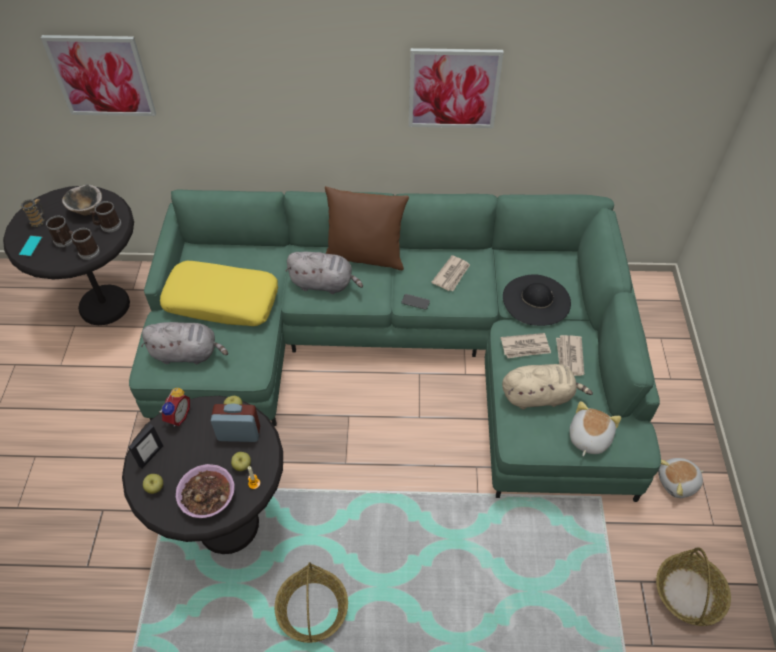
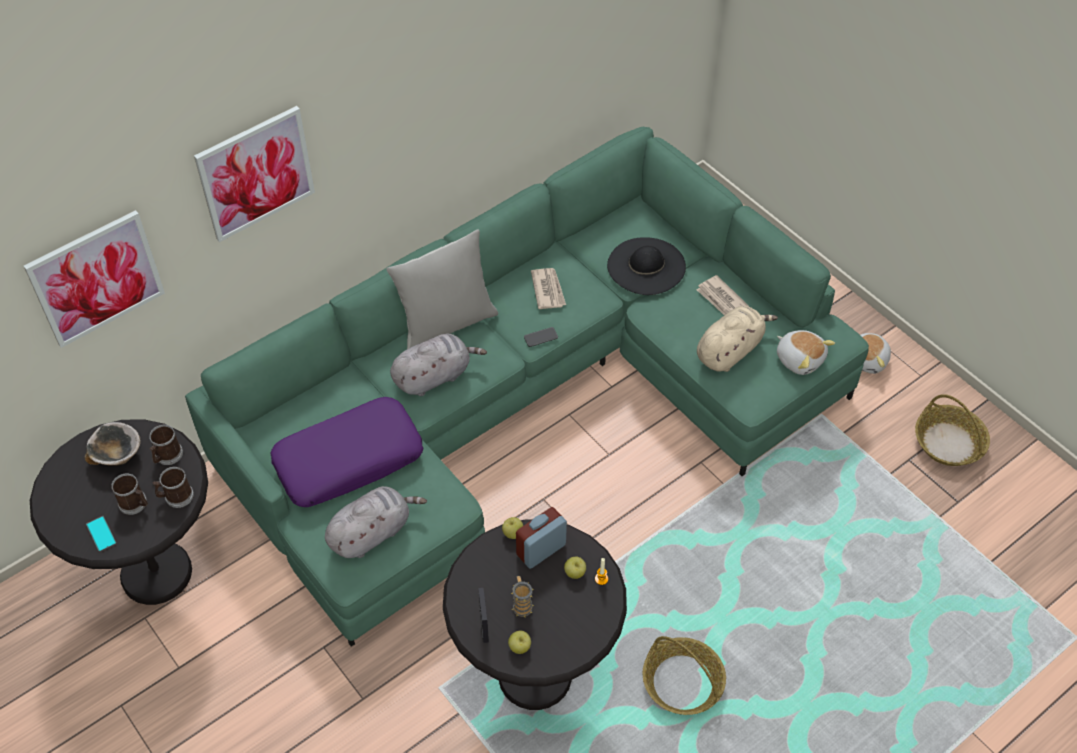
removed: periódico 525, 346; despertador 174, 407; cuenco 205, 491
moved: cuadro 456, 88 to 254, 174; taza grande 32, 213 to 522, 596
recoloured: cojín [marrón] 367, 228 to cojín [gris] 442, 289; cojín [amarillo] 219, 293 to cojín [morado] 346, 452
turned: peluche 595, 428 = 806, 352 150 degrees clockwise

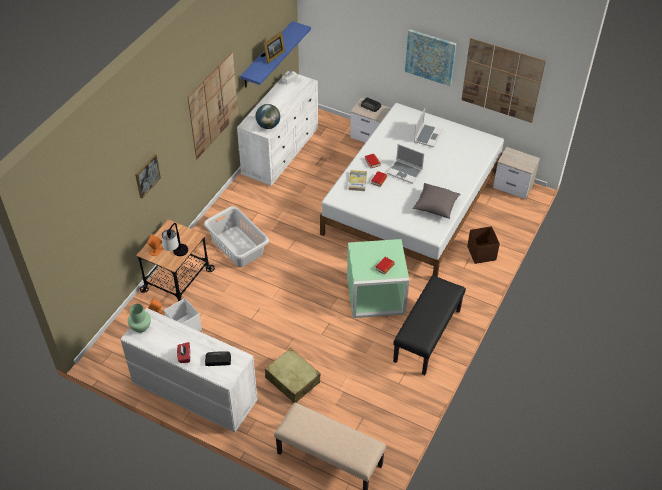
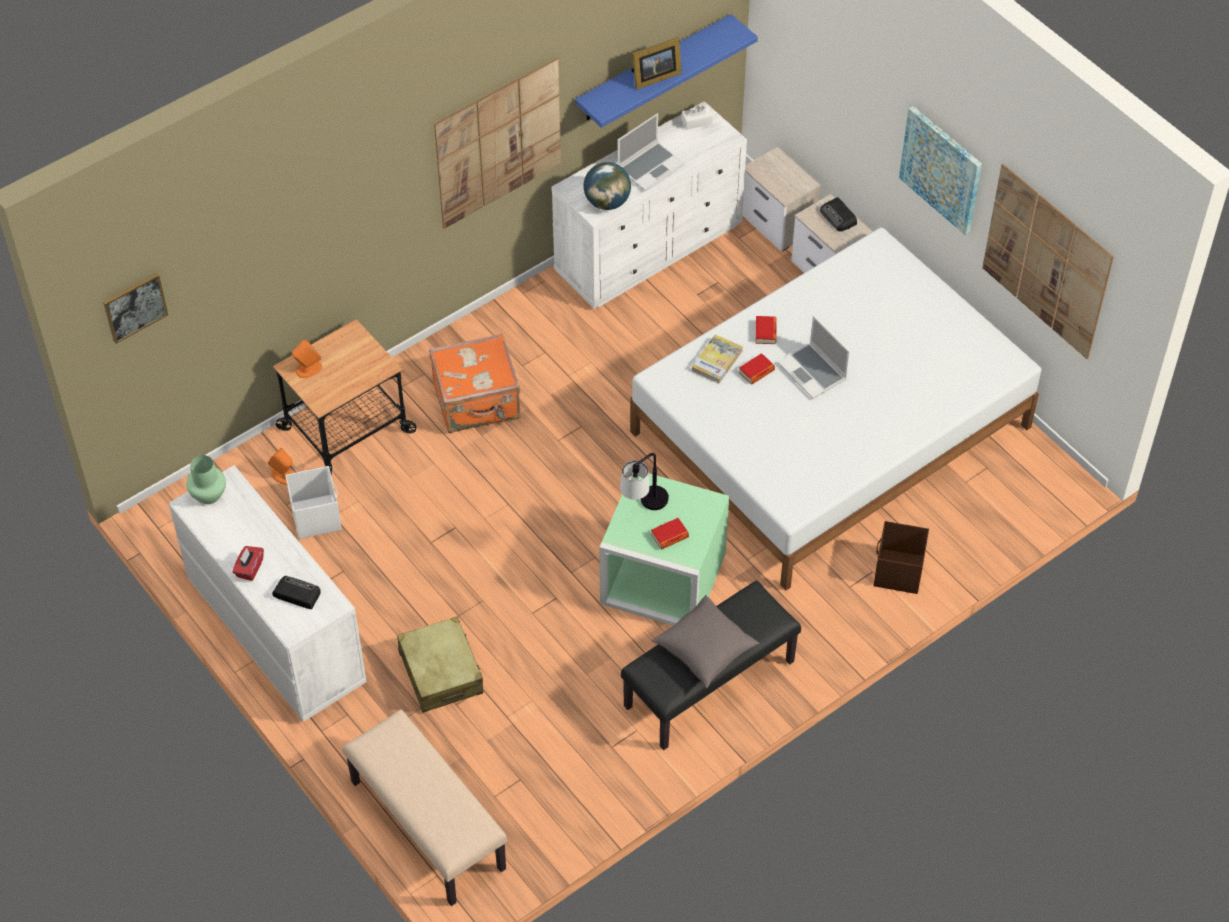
moved: portátil 428, 127 to 651, 152; mesita de noche 516, 173 to 781, 199; cuadro 148, 176 to 135, 308; cojín [gris] 436, 201 to 706, 641; lámpara de mesa 175, 239 to 644, 481
replaced: cesto de la ropa [gris] 236, 236 to maleta [naranja] 475, 383

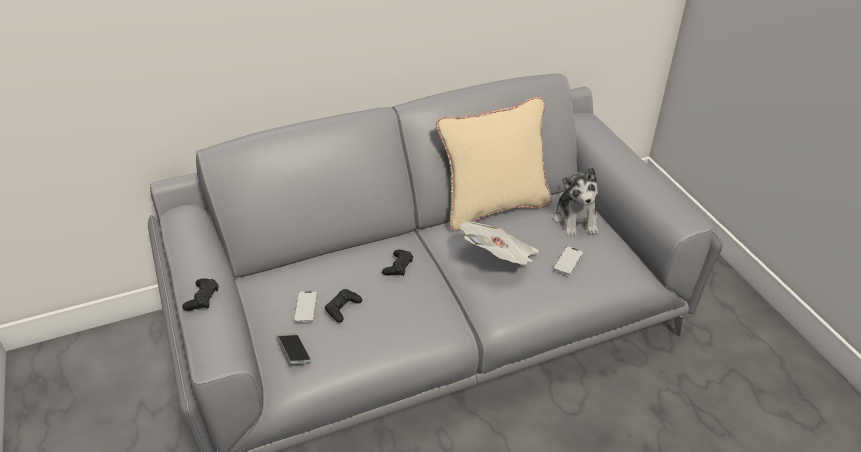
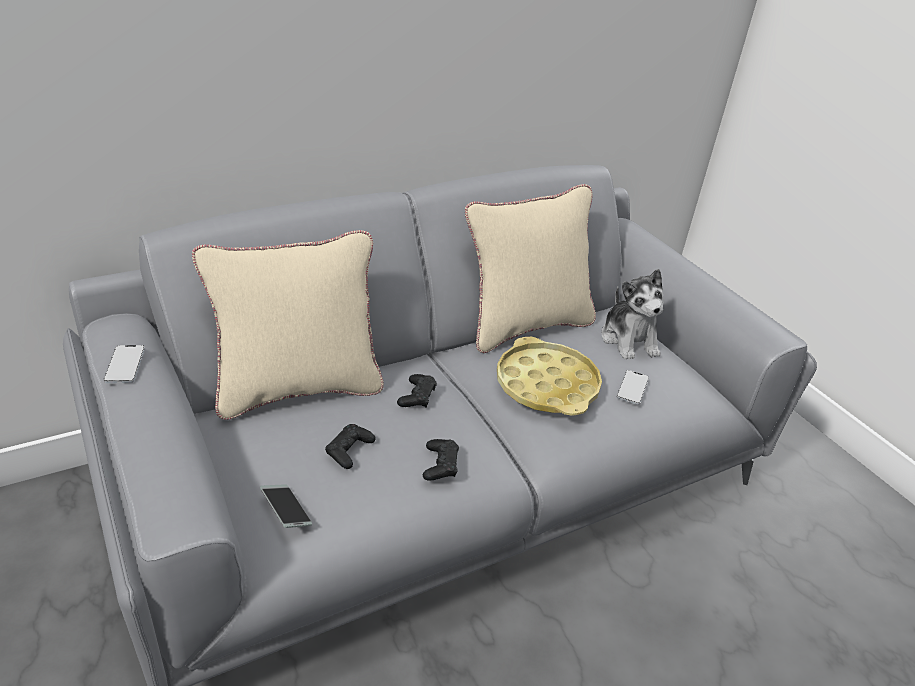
added: cojín [beis] 288, 325
moved: mando de consola [negro] 200, 294 to 441, 460; móvil 306, 307 to 124, 364
replaced: periódico 499, 243 to bandeja [amarillo] 549, 376

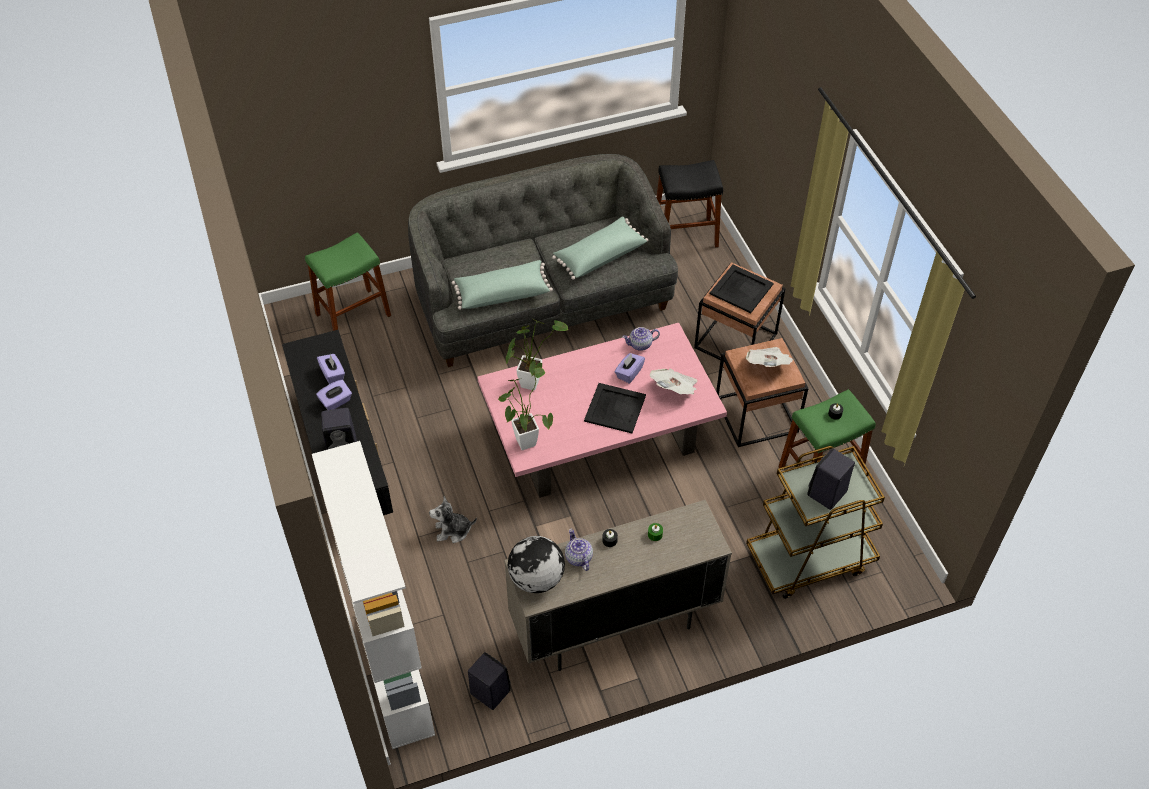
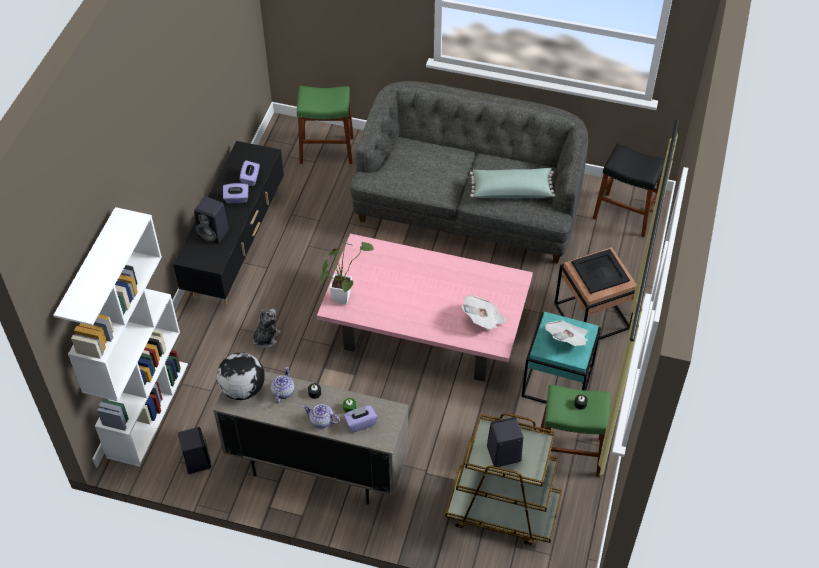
removed: cojín [verde] 502, 285; planta en maceta 537, 354; bandeja [negro] 615, 408
moved: tetera 641, 339 to 321, 416; caja de pañuelos [morado] 630, 368 to 361, 419
recoloured: mesa auxiliar [marrón] 762, 392 to mesa auxiliar [turquesa] 561, 357
turned: peluche 453, 519 = 267, 328 90 degrees clockwise

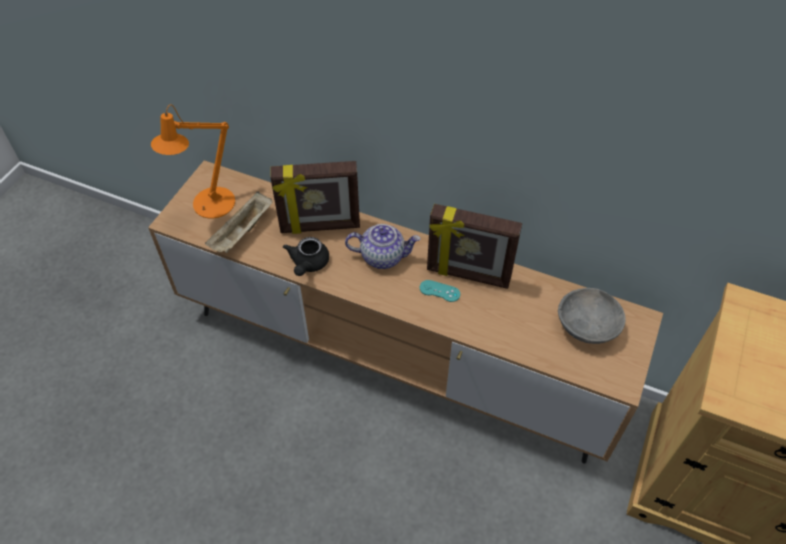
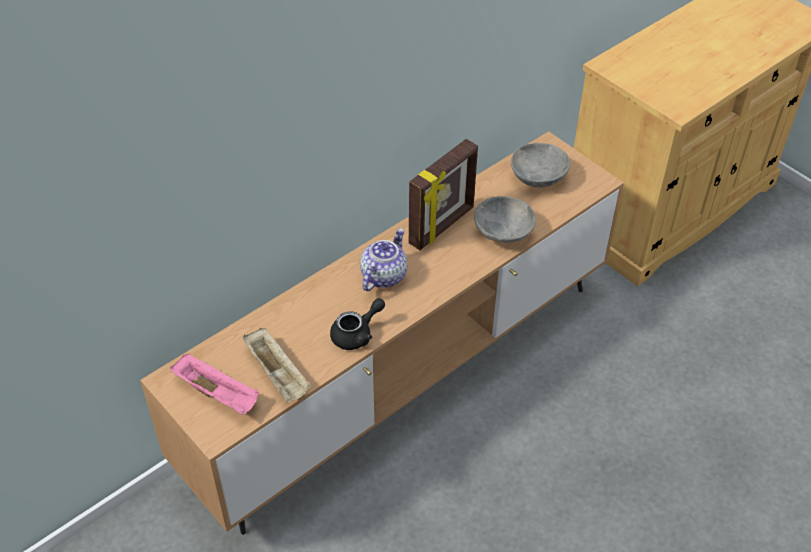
removed: portarretratos 315, 197; mando de consola [turquesa] 440, 291
added: cuenco [gris] 505, 219
replaced: lámpara de mesa [naranja] 193, 161 to bandeja [rosa] 214, 384
turned: tetera [negro] 306, 256 = 357, 324 75 degrees counterclockwise

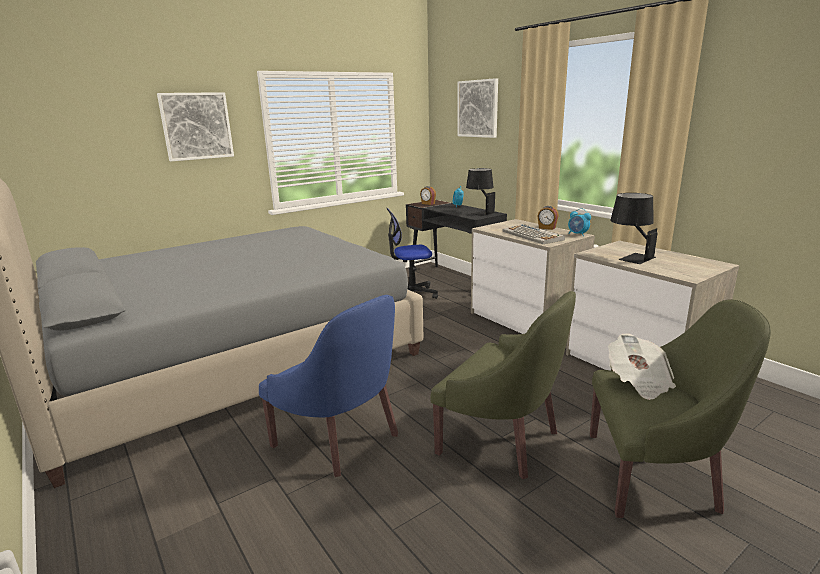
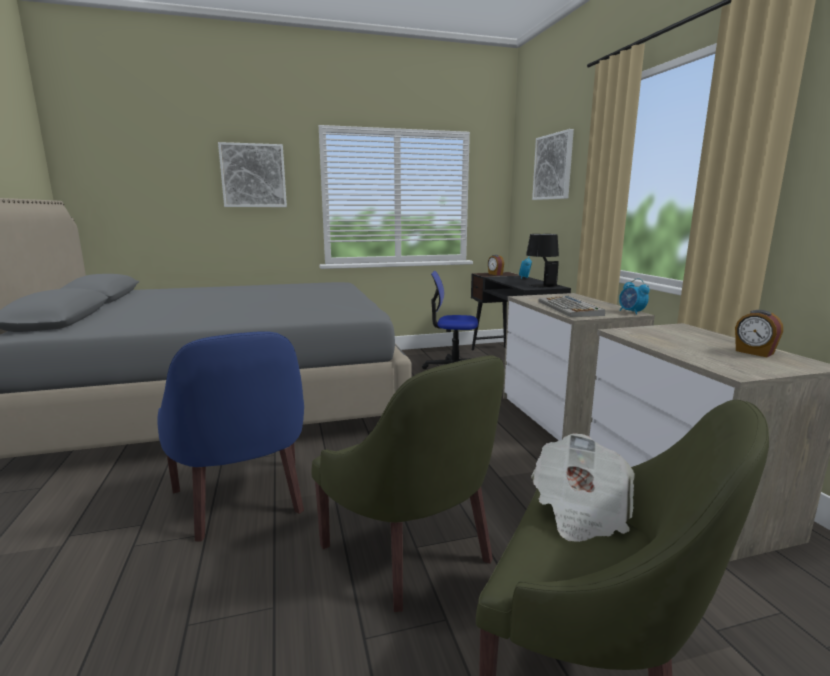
removed: lámpara de mesa [negro] 634, 228
moved: despertador 548, 218 to 759, 333

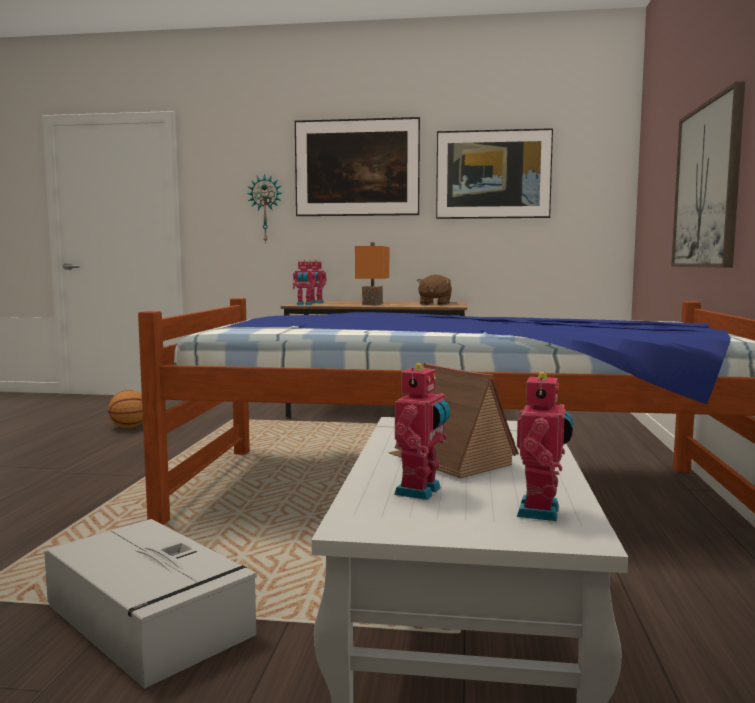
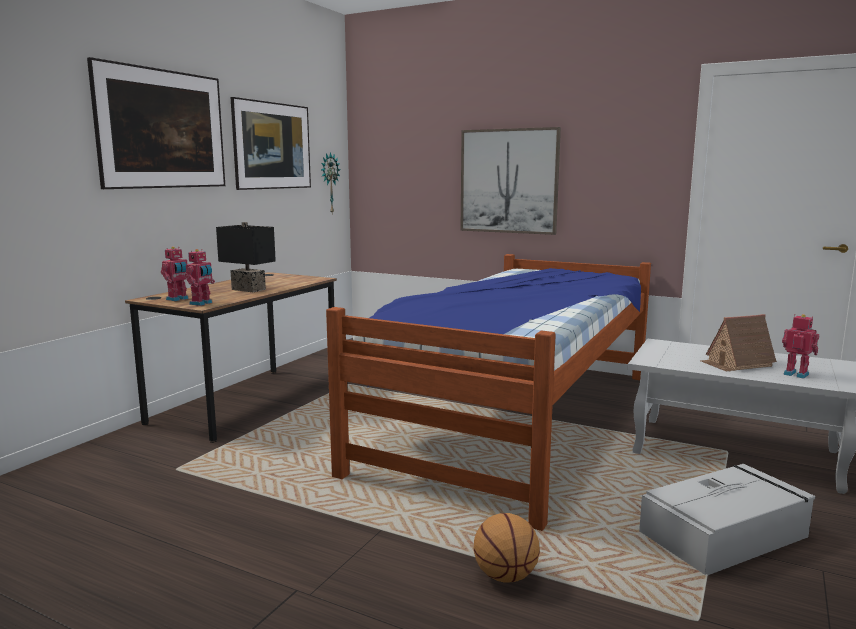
removed: peluche [marrón] 434, 289; robot de juguete 545, 446
moved: reloj de pared 264, 209 to 330, 182; balón de baloncesto 125, 409 to 507, 548
recoloured: lámpara de mesa [naranja] 372, 273 to lámpara de mesa [negro] 246, 257

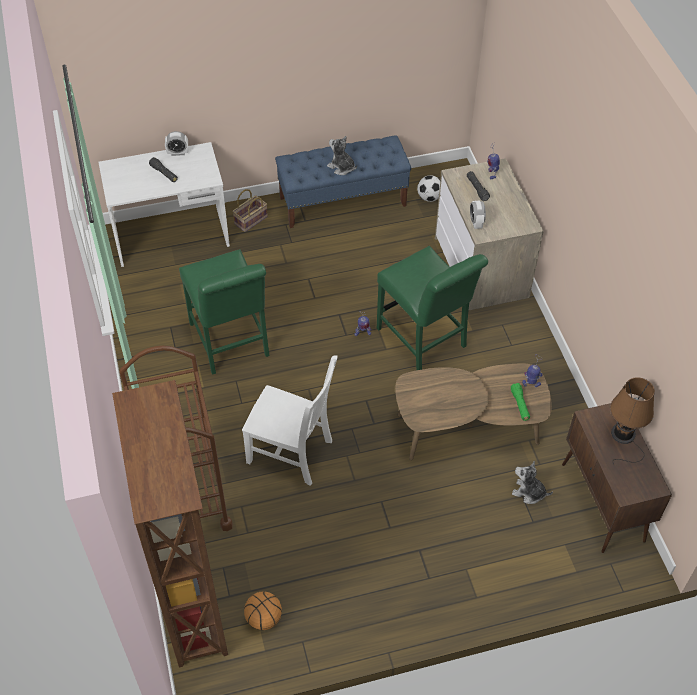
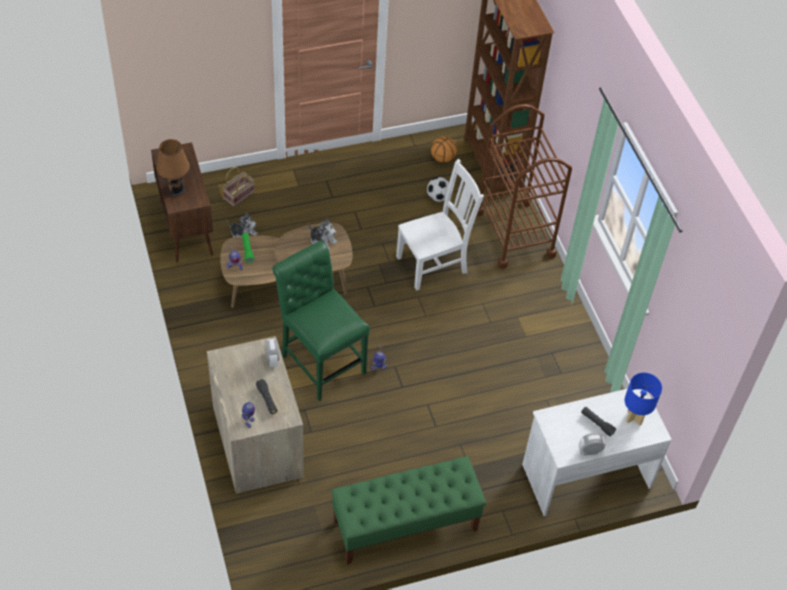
removed: silla [verde] 224, 312
added: lámpara de mesa [azul] 643, 399
moved: peluche 342, 155 to 323, 234; balón de fútbol 429, 188 to 438, 189; cesta 250, 210 to 238, 186
recoloured: banco [azul] 343, 181 to banco [verde] 408, 510
turned: silla [blanco] 290, 420 = 440, 225 135 degrees clockwise

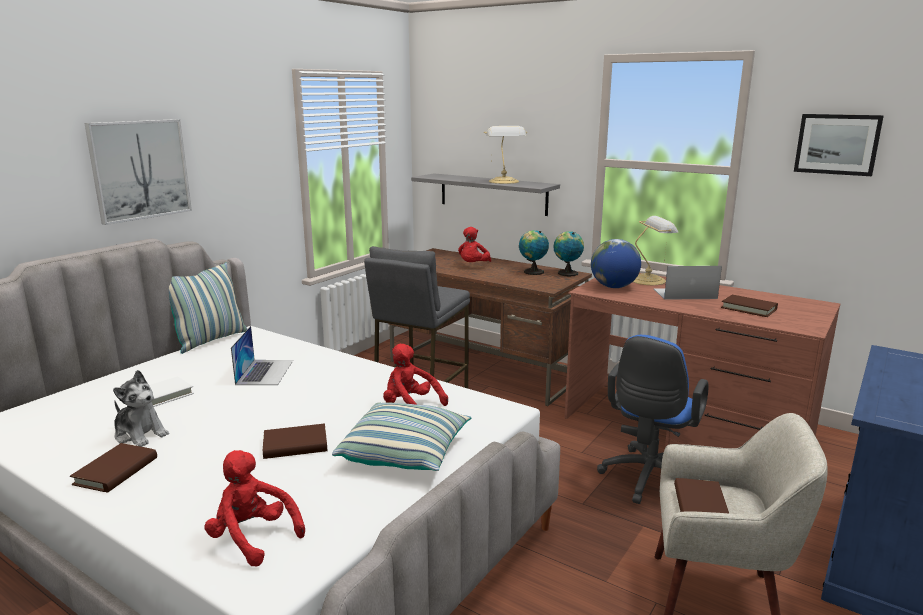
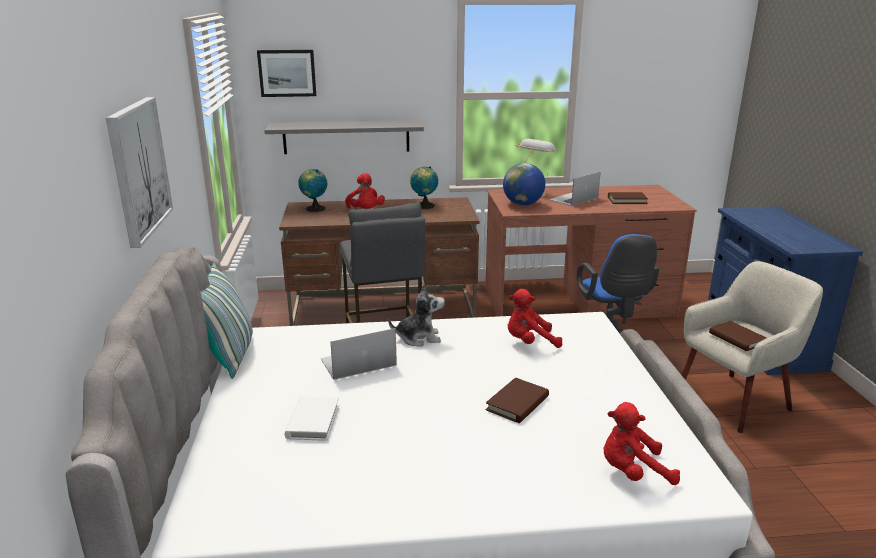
removed: lámpara de mesa 505, 155; cojín 402, 436; libro [marrón] 113, 468
moved: cuadro 839, 145 to 286, 73; globo terráqueo 569, 253 to 312, 190; peluche 141, 408 to 416, 315
turned: portátil 262, 355 = 359, 354 75 degrees counterclockwise

